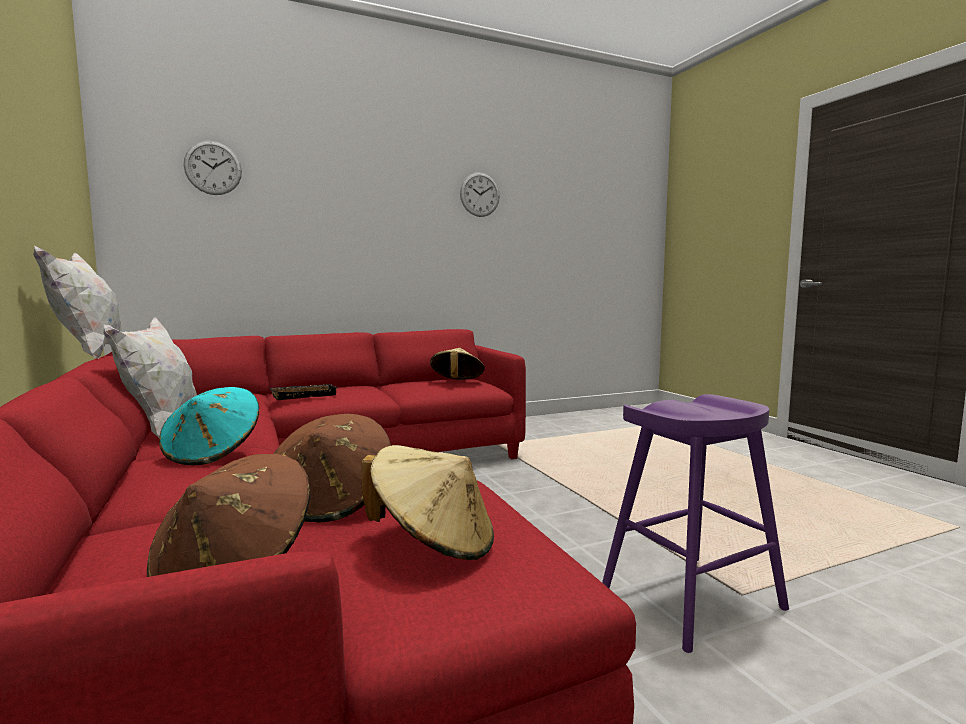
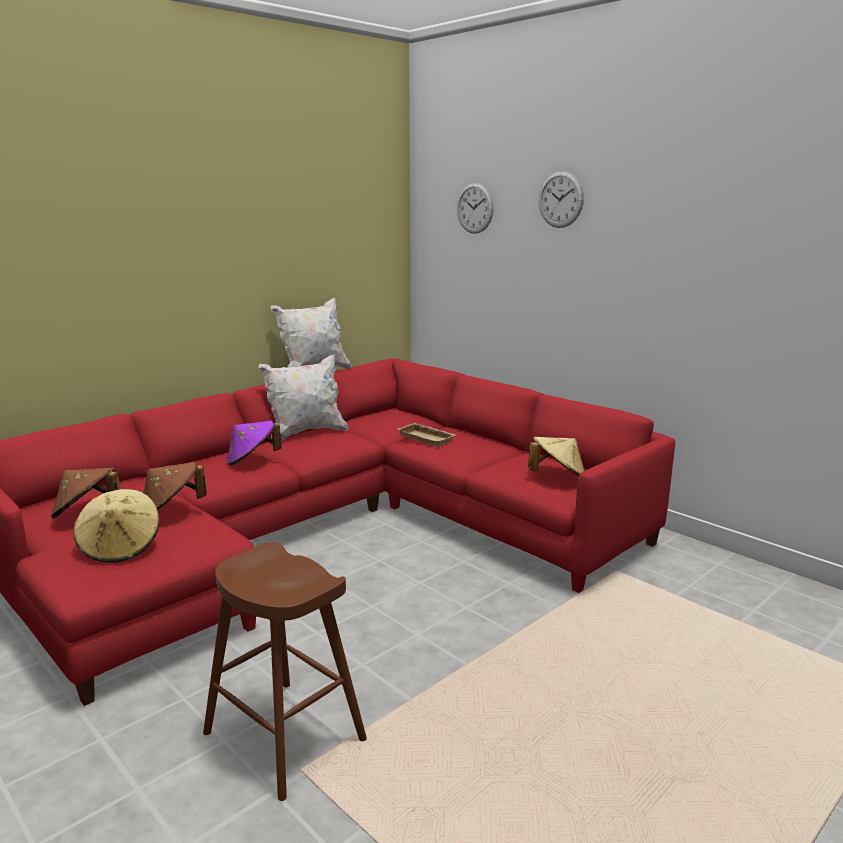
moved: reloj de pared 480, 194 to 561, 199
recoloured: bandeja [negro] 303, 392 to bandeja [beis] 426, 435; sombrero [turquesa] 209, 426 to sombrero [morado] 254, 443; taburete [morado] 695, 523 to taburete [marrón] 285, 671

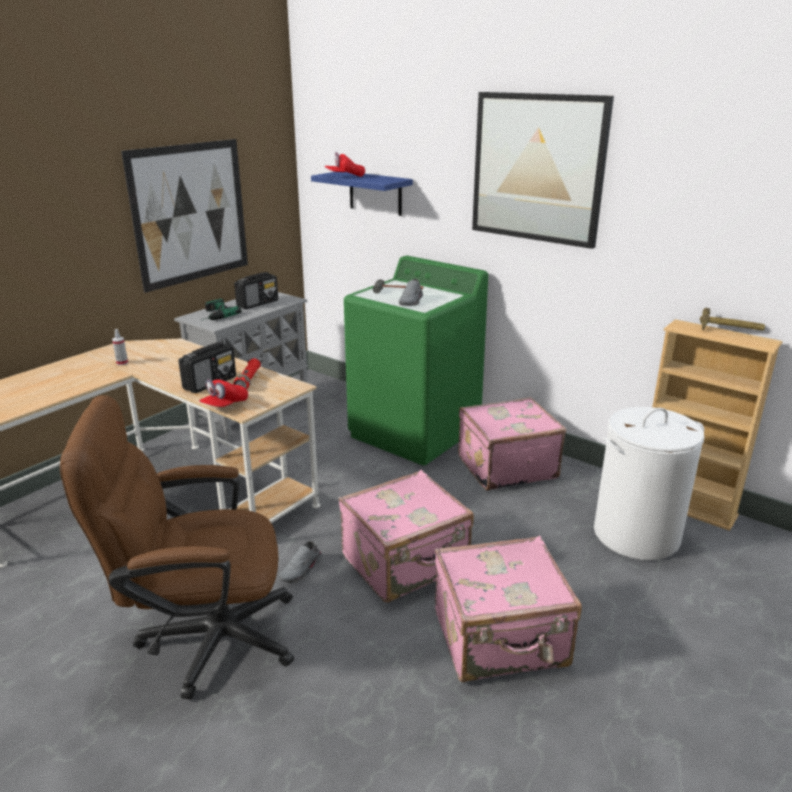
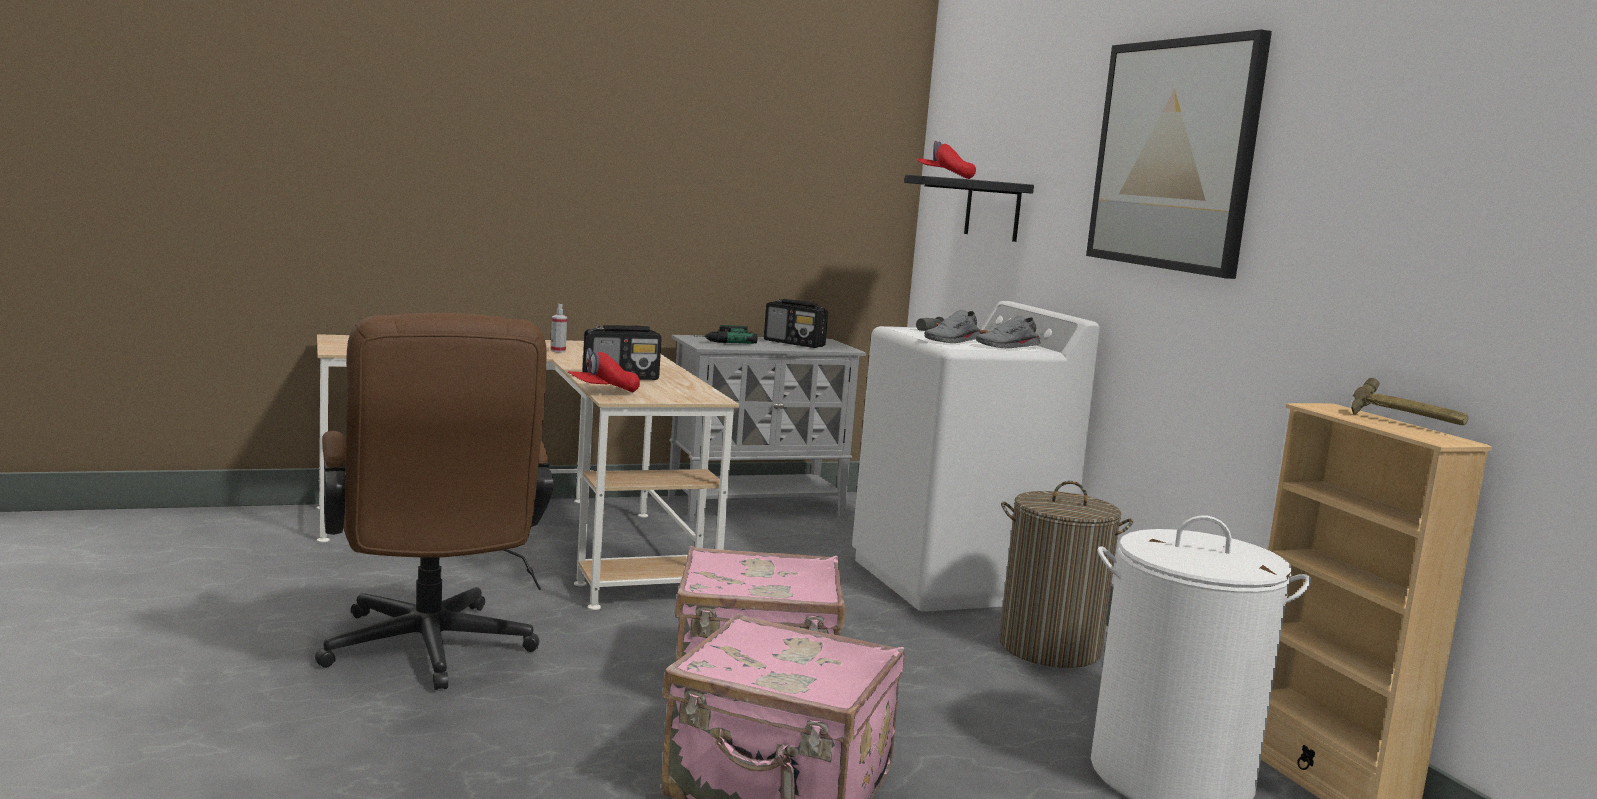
removed: cuadro 184, 216; linterna [rojo] 247, 374
moved: zapato [gris] 300, 562 to 1008, 331
replaced: maleta [rosa] 512, 444 to cesto de la ropa 1066, 574
recoloured: estante [azul] 362, 194 to estante [negro] 969, 208; lavadora [verde] 416, 360 to lavadora [blanco] 976, 456
turned: radio 256, 290 = 796, 323 45 degrees clockwise; silla de oficina [marrón] 177, 547 = 434, 501 135 degrees counterclockwise

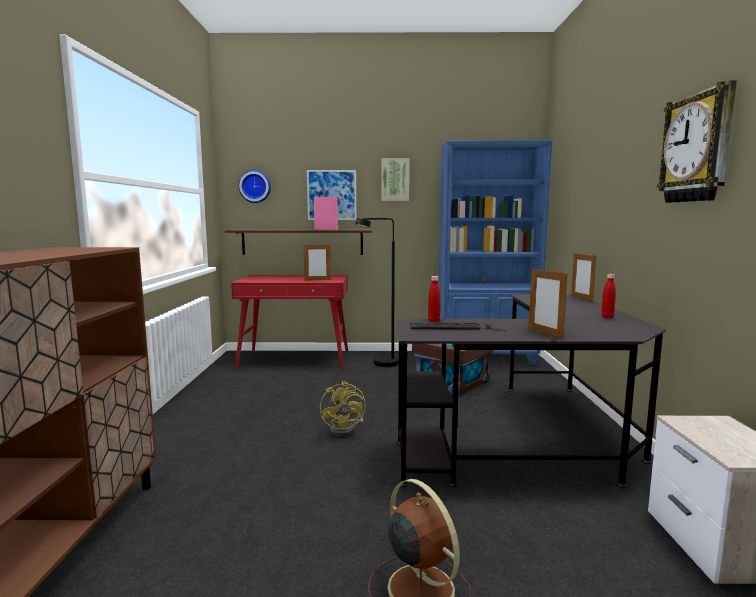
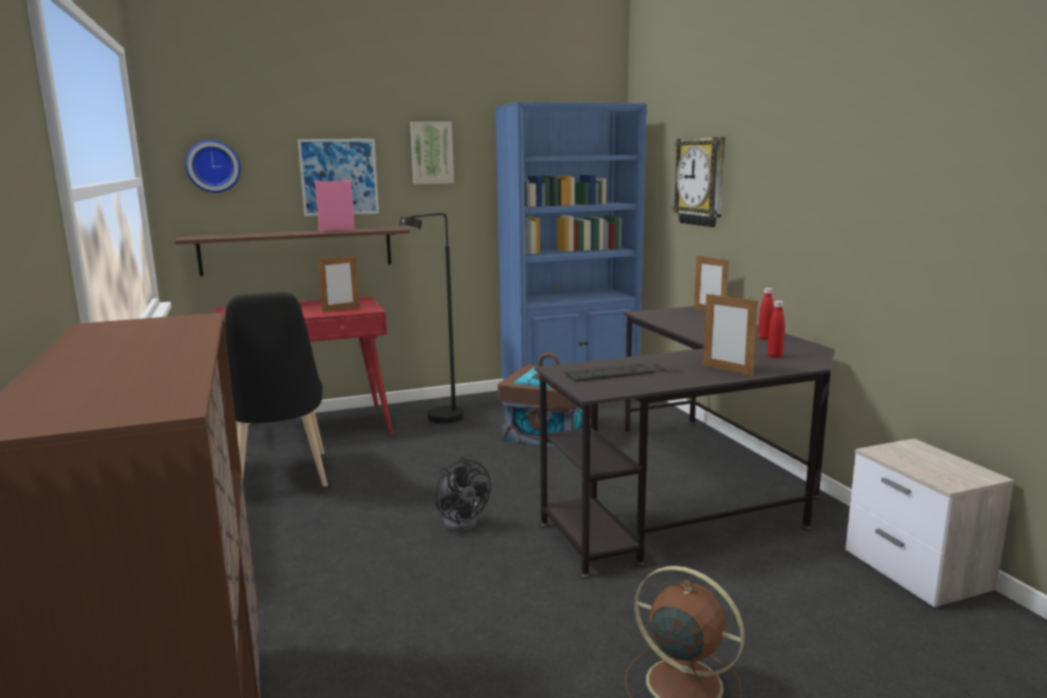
added: silla [negro] 276, 389
moved: reloj de pared 697, 141 to 699, 182; botella [rojo] 434, 299 to 776, 329
recoloured: ventilador [amarillo] 343, 409 to ventilador [negro] 463, 494

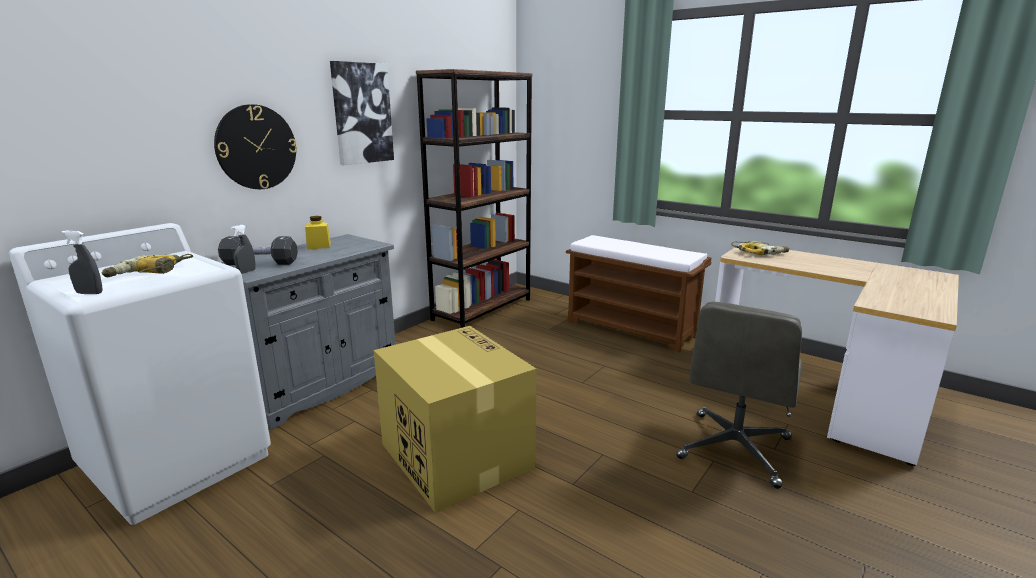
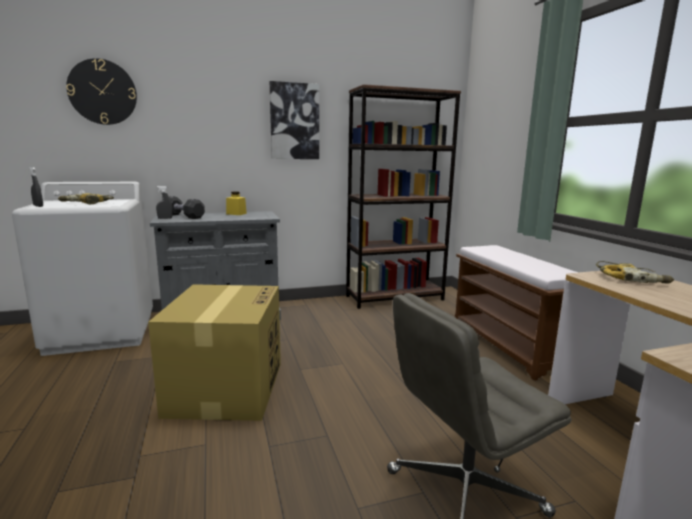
moved: reloj de pared 255, 146 to 101, 91

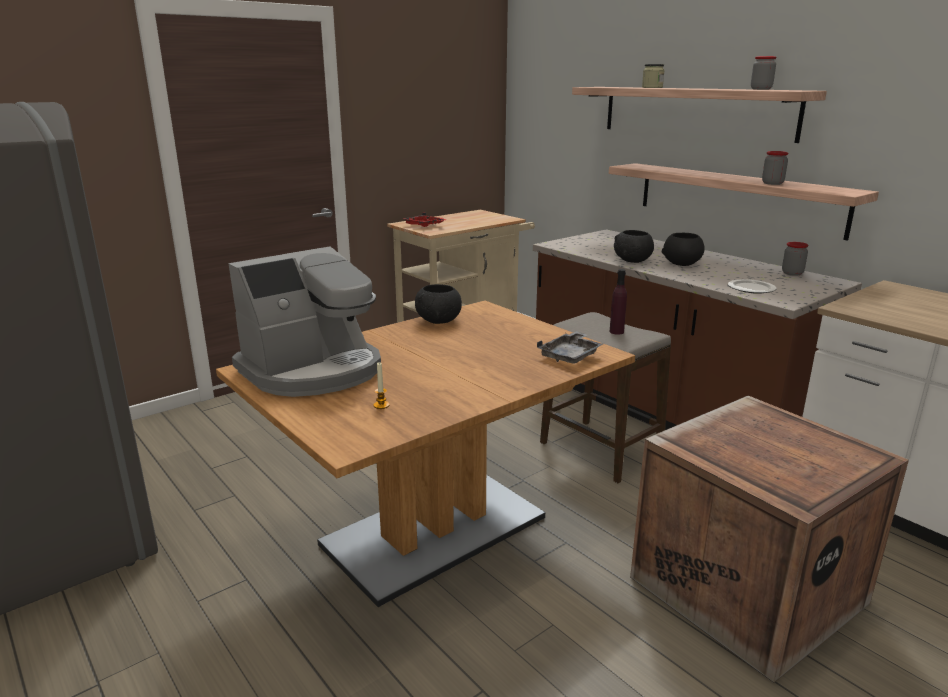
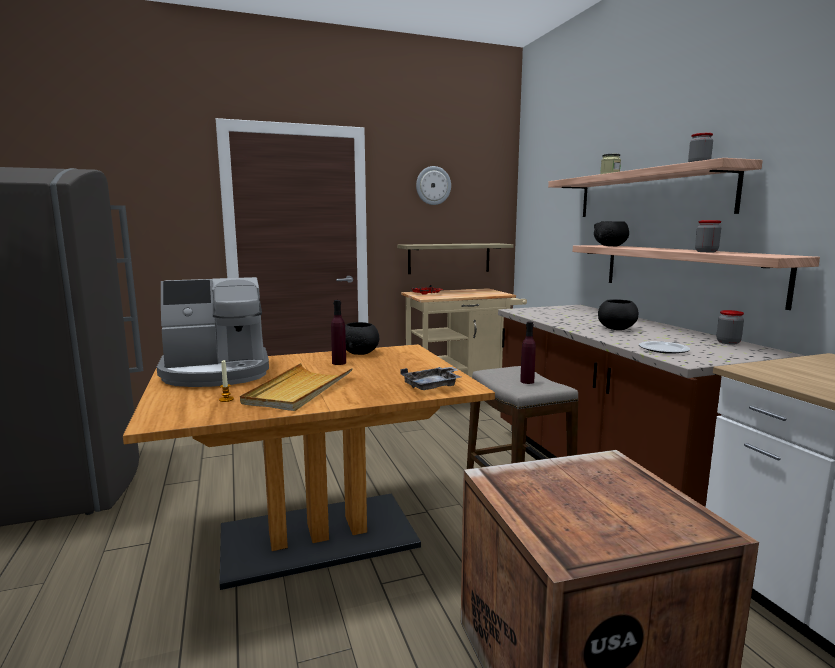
added: reloj de pared 433, 185; estante 455, 258; botella [morado] 338, 332; bandeja [beis] 296, 387
moved: cuenco [negro] 634, 246 to 611, 233

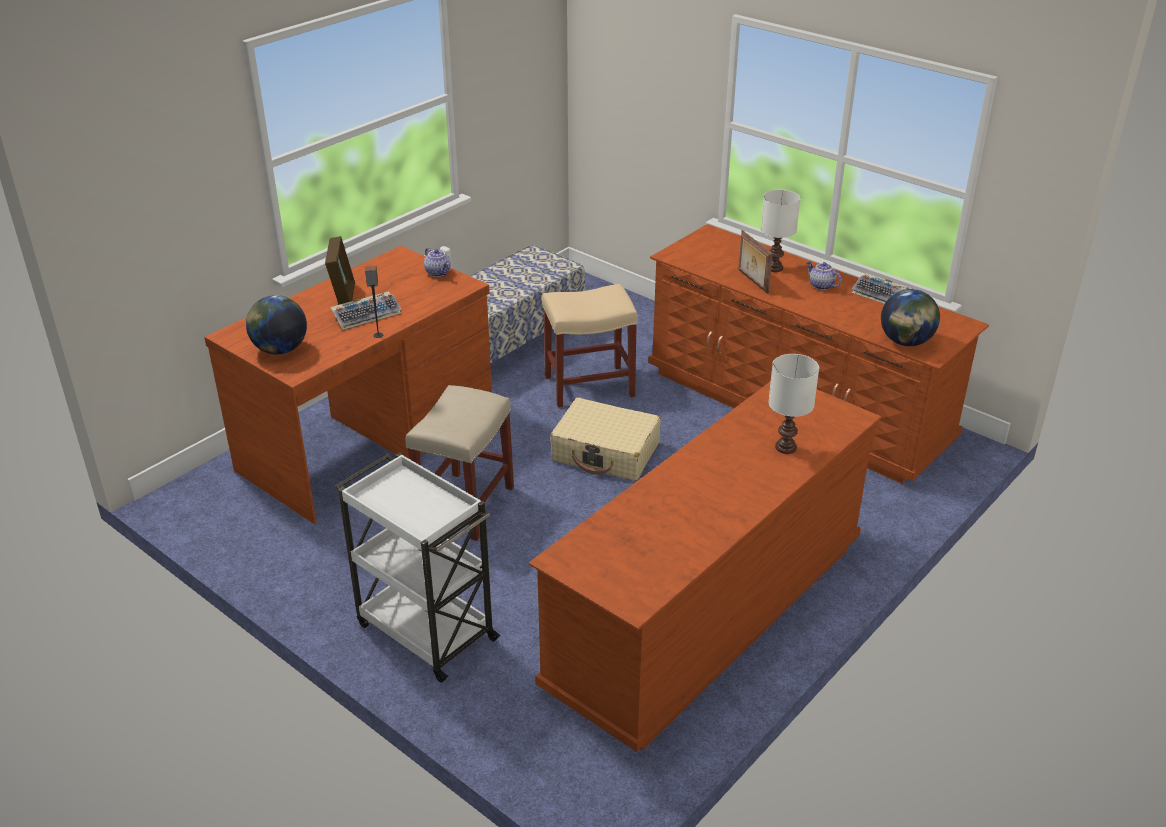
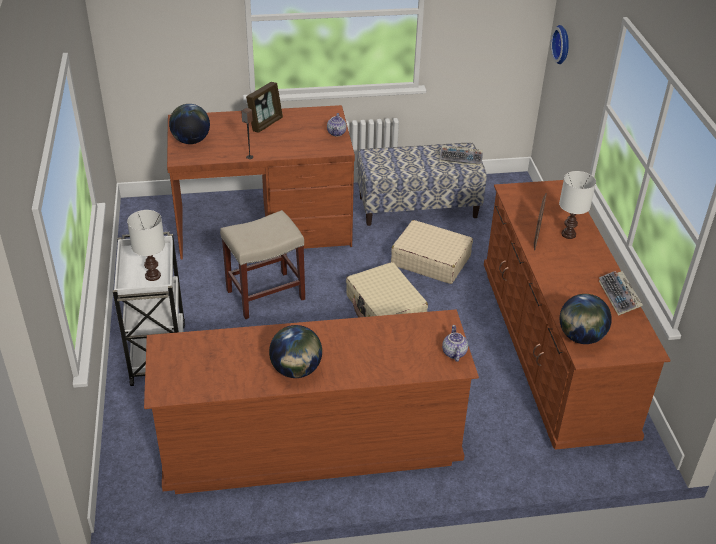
added: reloj de pared 560, 44; globo terráqueo 295, 351
moved: tetera 824, 275 to 455, 343; teclado 366, 310 to 461, 155; lámpara de mesa [blanco] 793, 404 to 146, 245
replaced: taburete [beis] 590, 346 to maleta [beis] 432, 252

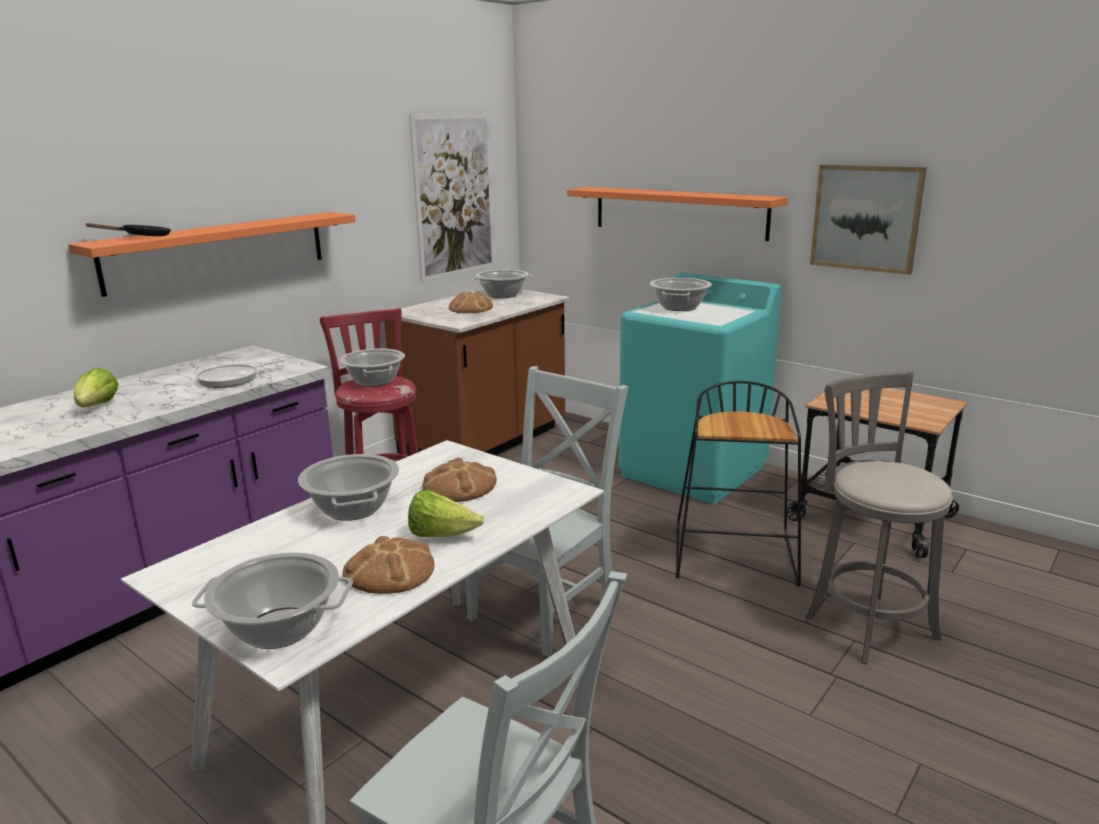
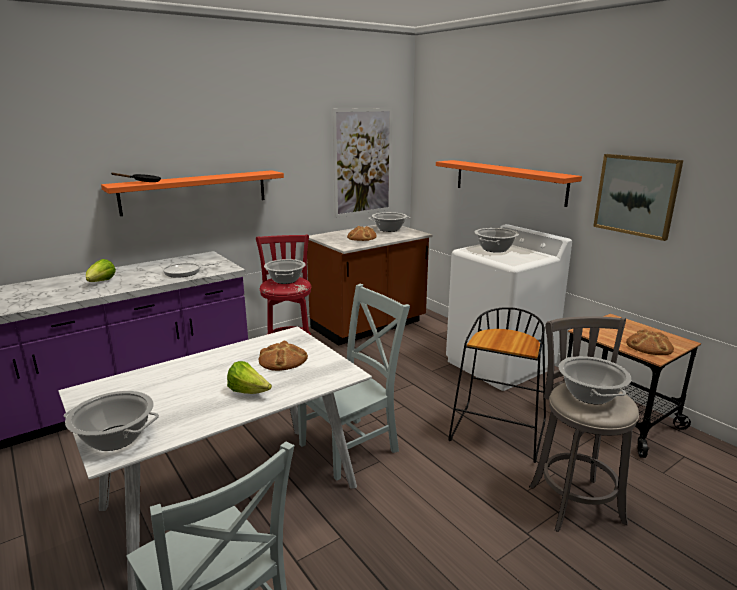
moved: olla 348, 487 to 595, 380; pan 388, 565 to 650, 342
recoloured: lavadora [turquesa] 700, 388 to lavadora [blanco] 509, 307

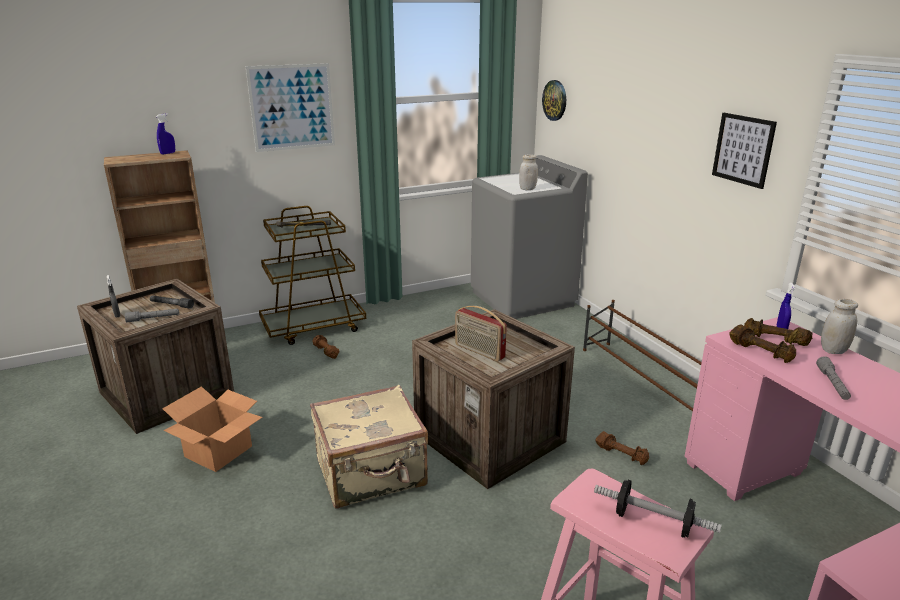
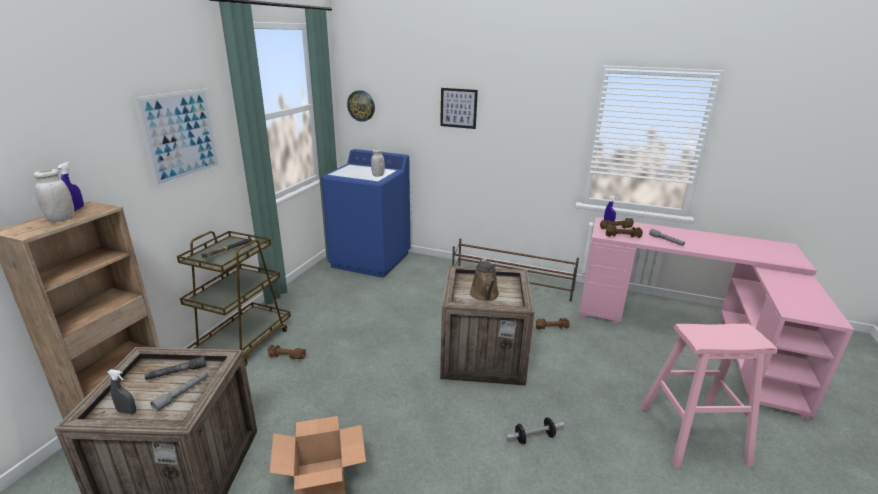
removed: maleta [beis] 369, 447
moved: cuadro 744, 151 to 459, 108; tarro [blanco] 839, 326 to 53, 195; mancuerna 658, 509 to 535, 430
replaced: radio 481, 334 to regadera [marrón] 484, 279
recoloured: lavadora [gris] 529, 237 to lavadora [azul] 365, 213

